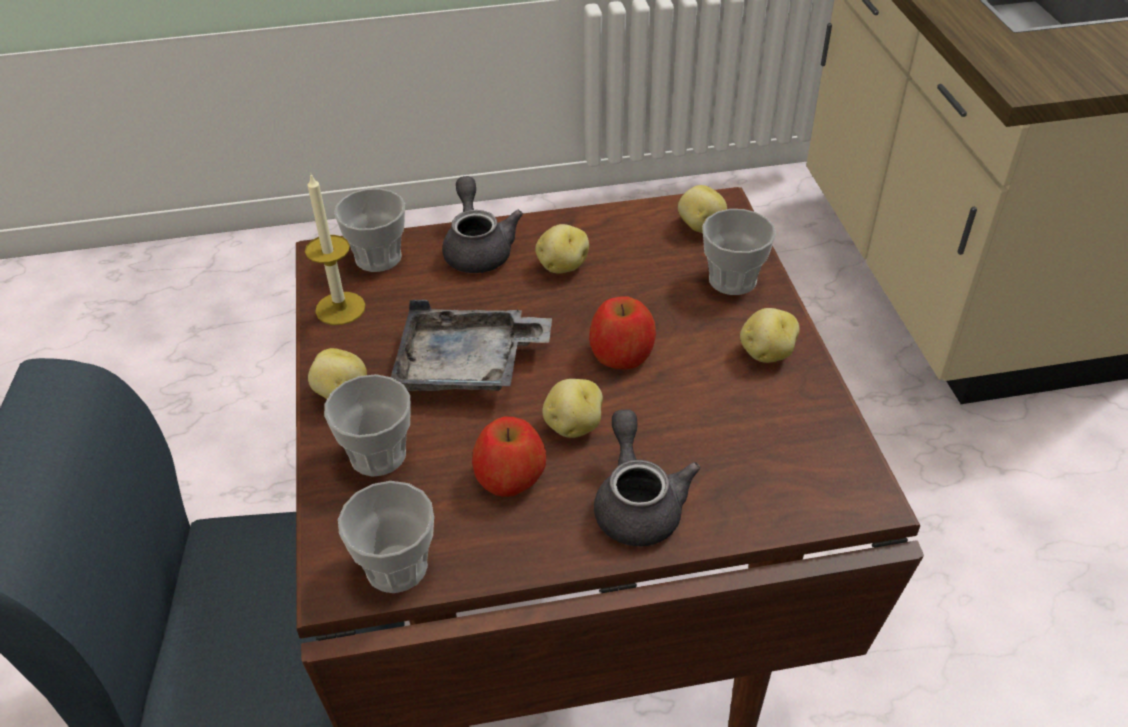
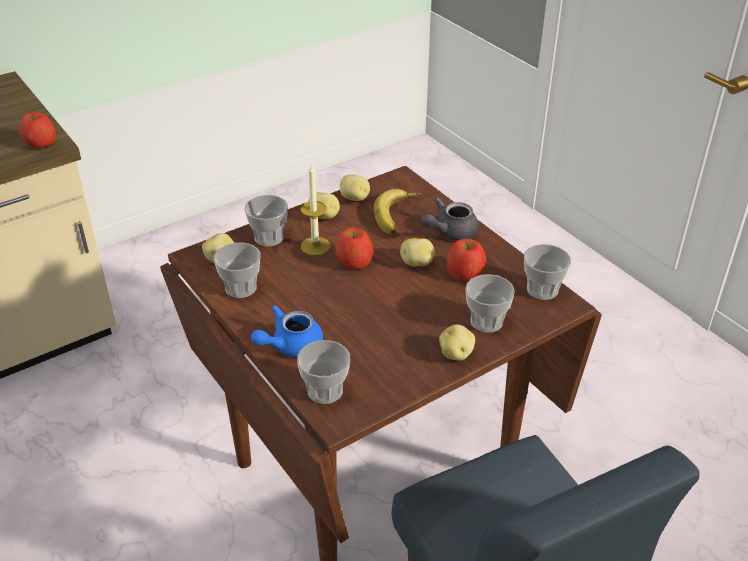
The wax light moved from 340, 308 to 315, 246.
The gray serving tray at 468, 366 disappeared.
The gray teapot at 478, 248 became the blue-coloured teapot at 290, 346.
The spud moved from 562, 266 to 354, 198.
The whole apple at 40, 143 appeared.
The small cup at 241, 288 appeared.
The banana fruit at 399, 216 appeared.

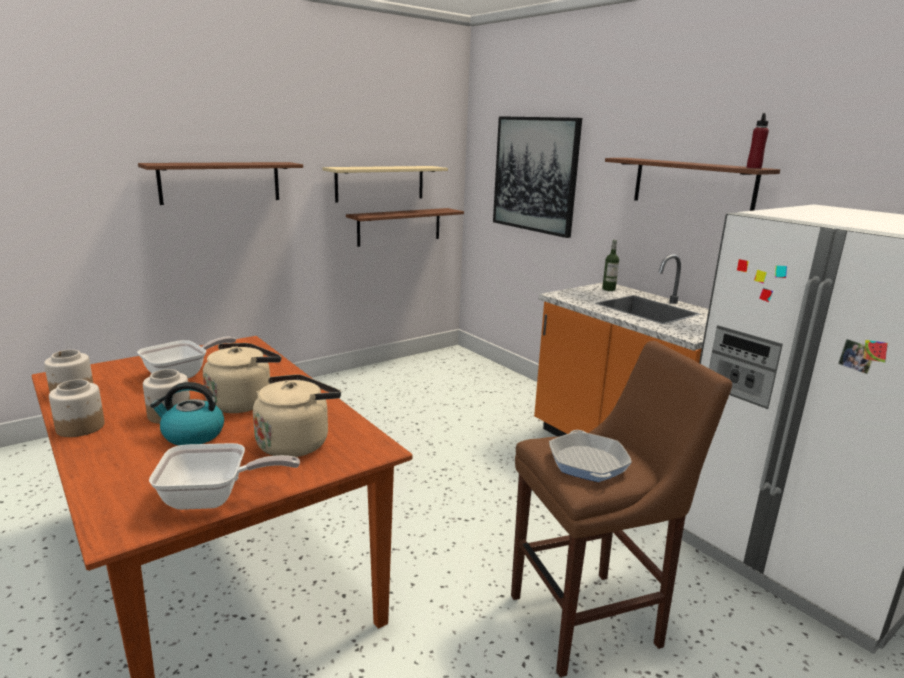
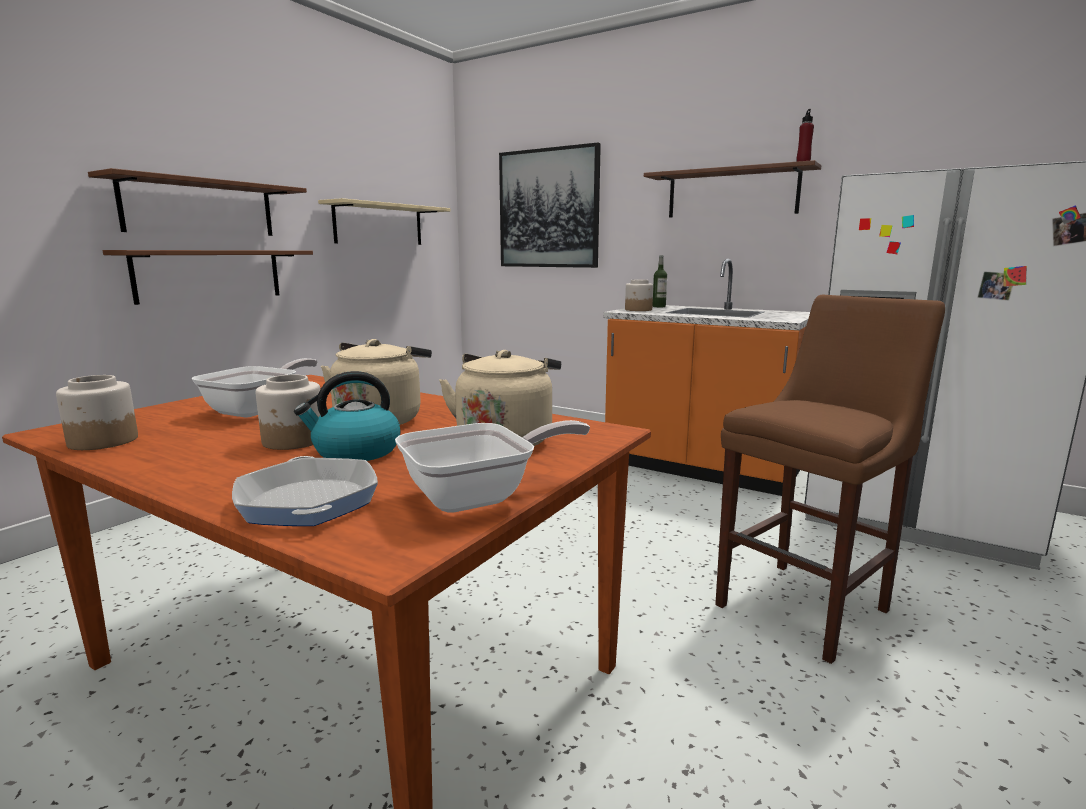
The storage jar moved from 80, 427 to 638, 310.
The brown-coloured shelf moved from 399, 226 to 210, 275.
The skillet moved from 587, 462 to 308, 501.

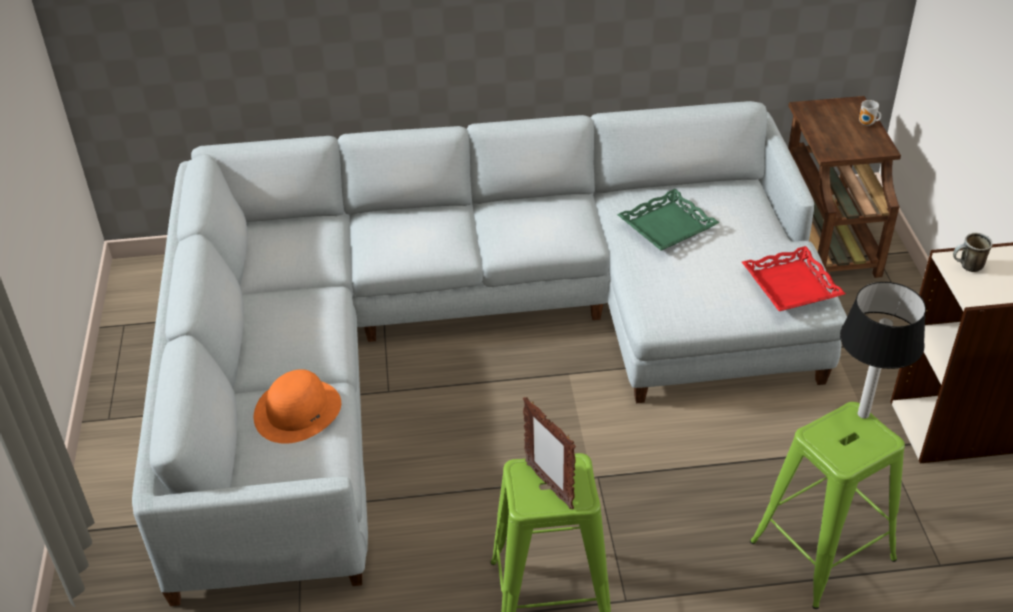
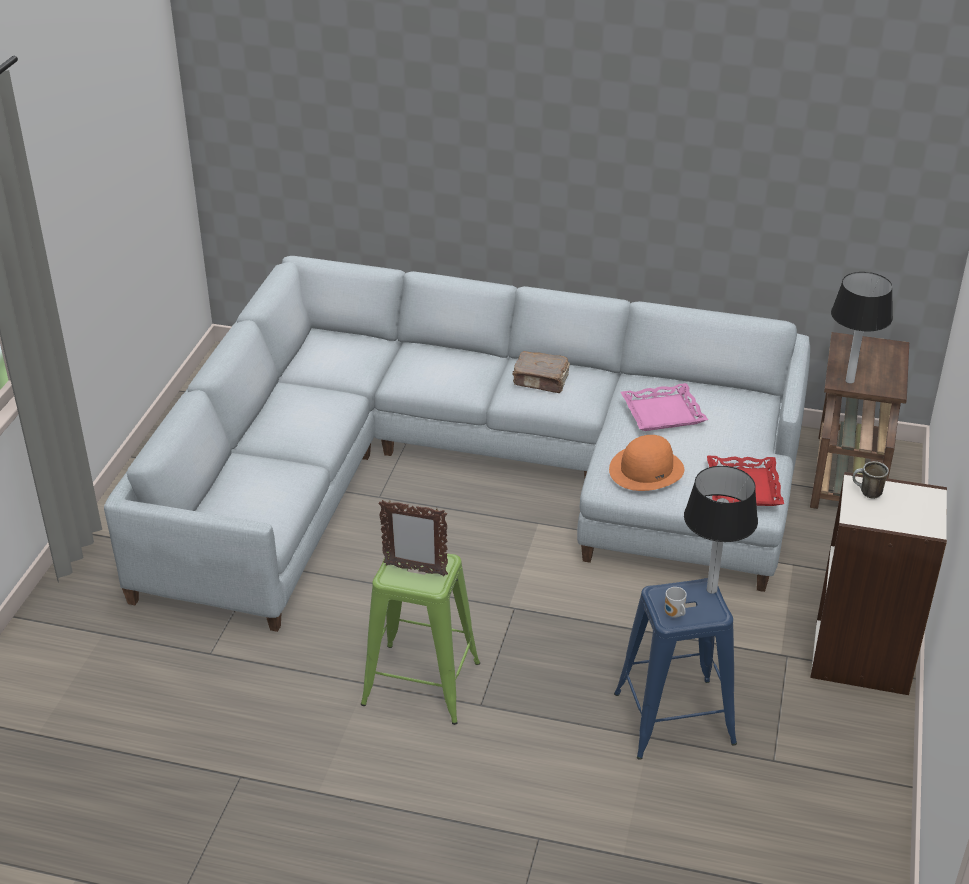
The orange-coloured wearable hat moved from 298, 410 to 646, 469.
The picture frame at 549, 485 turned 60 degrees counterclockwise.
The greenish serving tray at 666, 226 became the pink-coloured serving tray at 662, 412.
The greenish stool seat at 823, 550 became the blue-coloured stool seat at 675, 718.
The coffee mug moved from 867, 124 to 674, 615.
The brown-coloured book at 541, 381 appeared.
The table lamp at 849, 381 appeared.

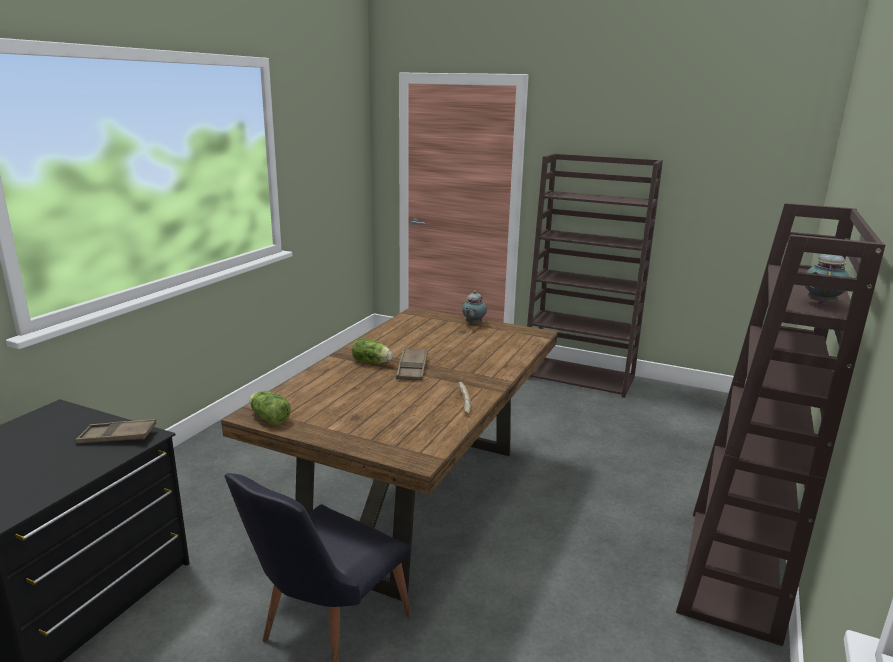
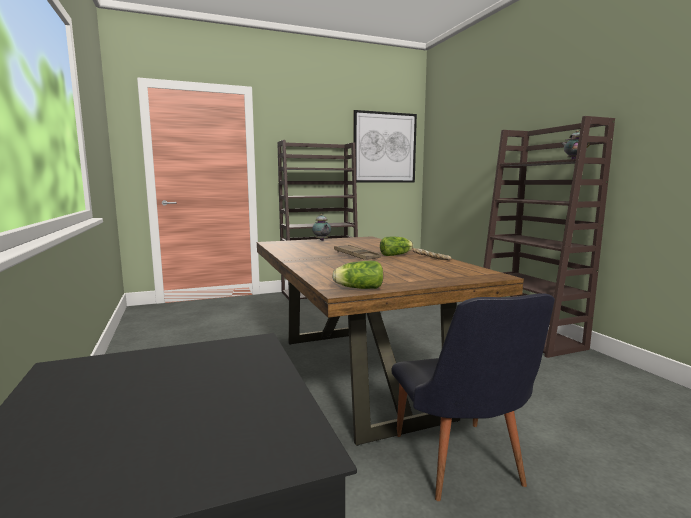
The brown-coloured serving tray at 117, 437 disappeared.
The lettuce moved from 373, 362 to 397, 255.
The wall art at 384, 147 appeared.

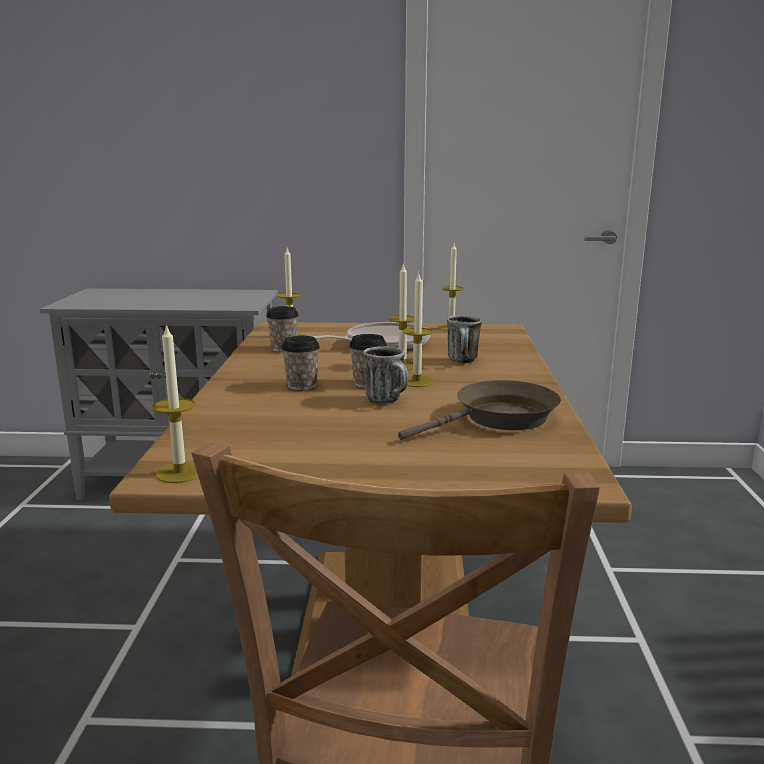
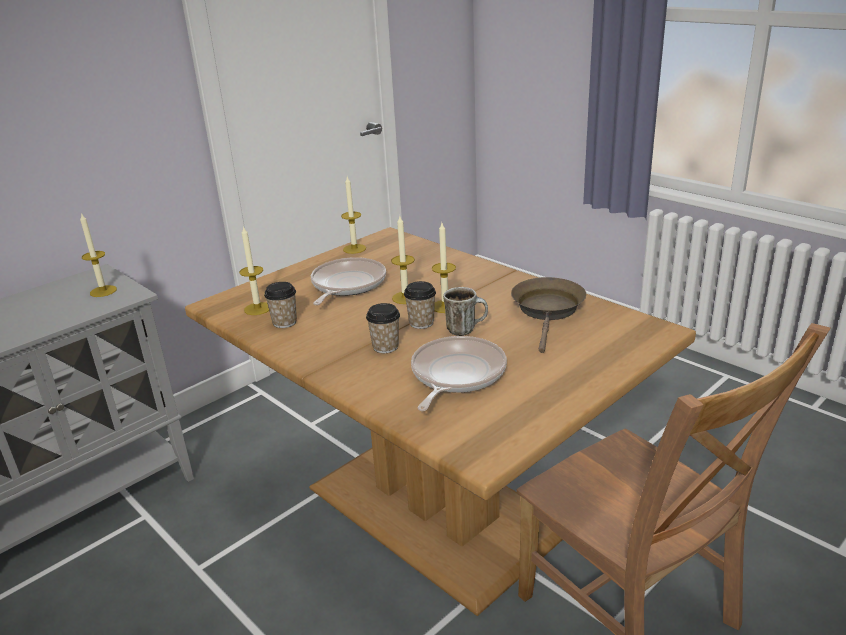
The wax light moved from 180, 472 to 103, 291.
The coffee mug at 464, 362 disappeared.
The skillet at 456, 375 appeared.

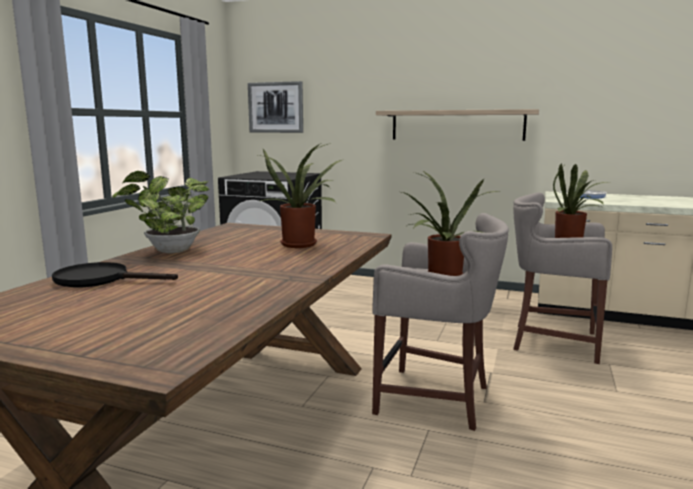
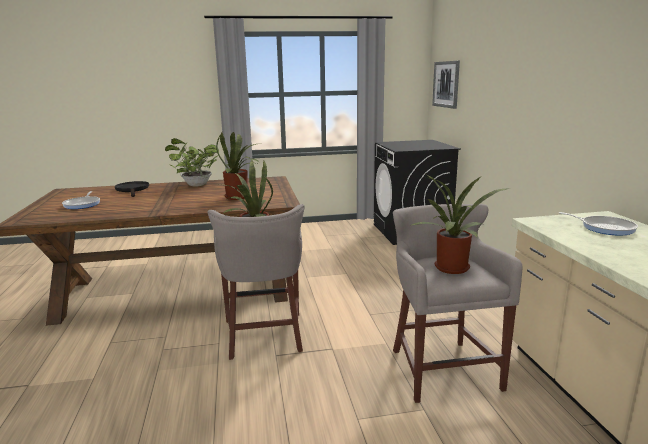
The shelf at 457, 125 disappeared.
The skillet at 83, 204 appeared.

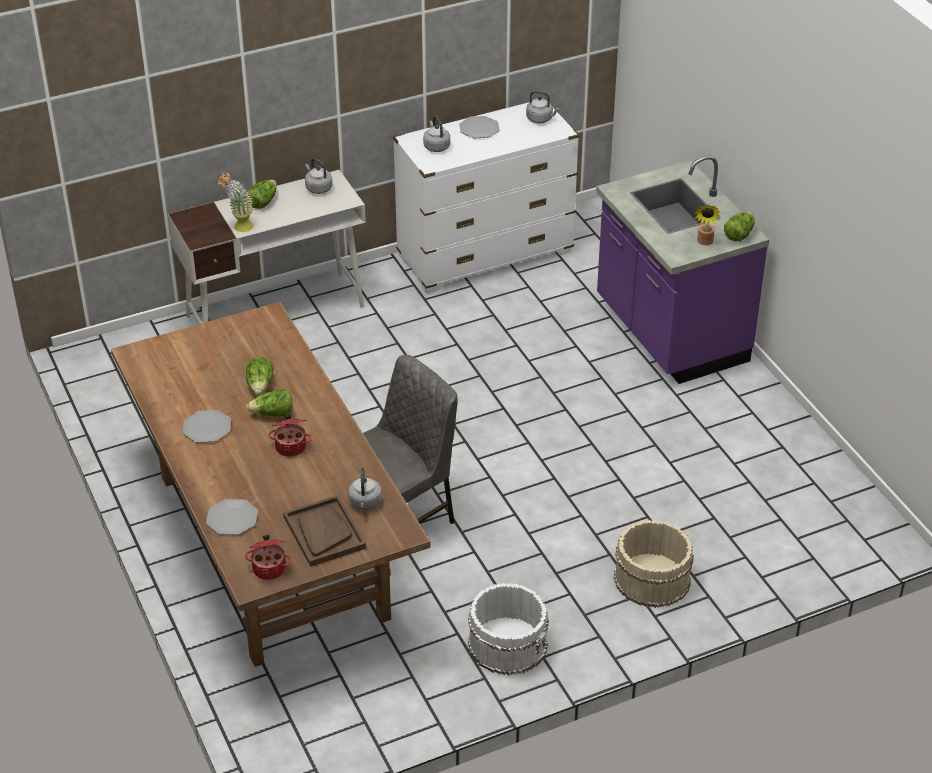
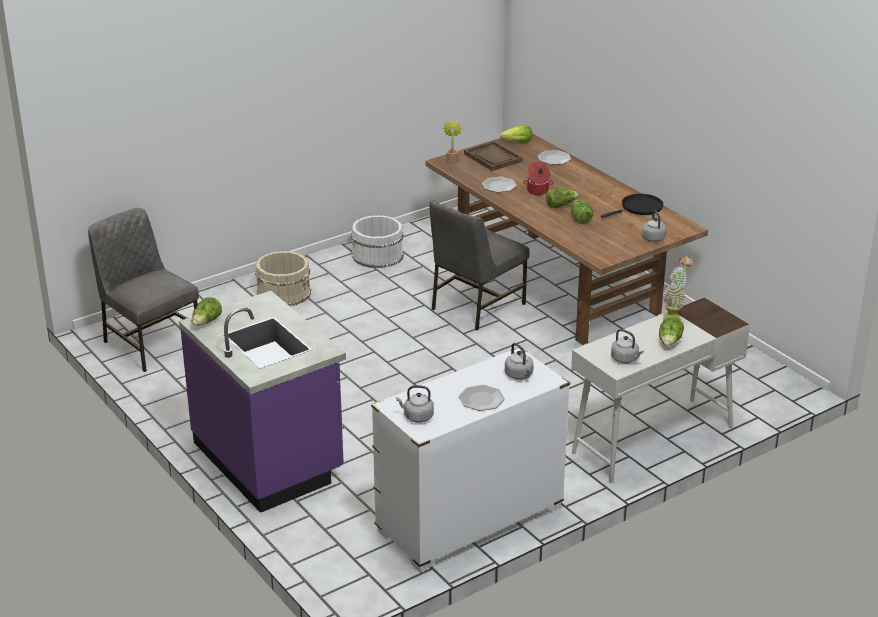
The plate moved from 207, 427 to 499, 186.
The stockpot at 269, 568 was replaced by the lettuce at 517, 142.
The gray tea kettle moved from 365, 504 to 653, 238.
The houseplant moved from 704, 242 to 452, 160.
The gray upright chair at 150, 343 appeared.
The black-coloured skillet at 639, 208 appeared.

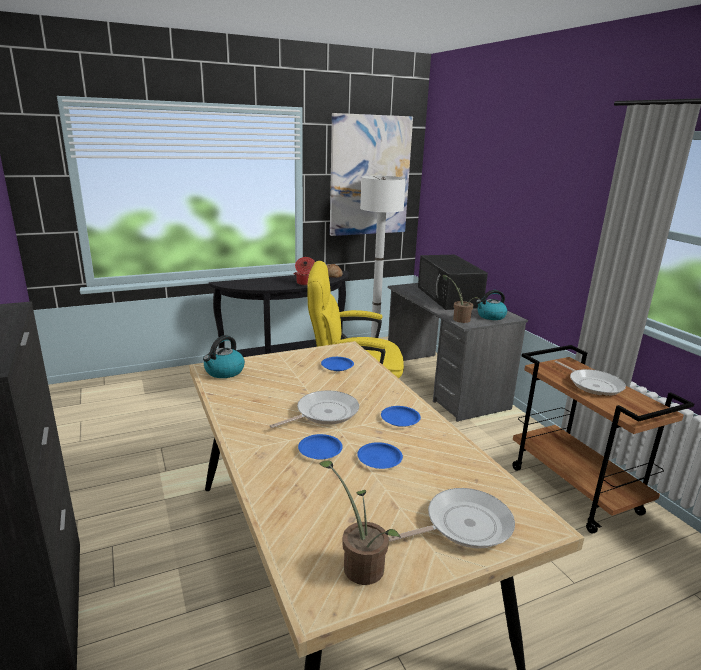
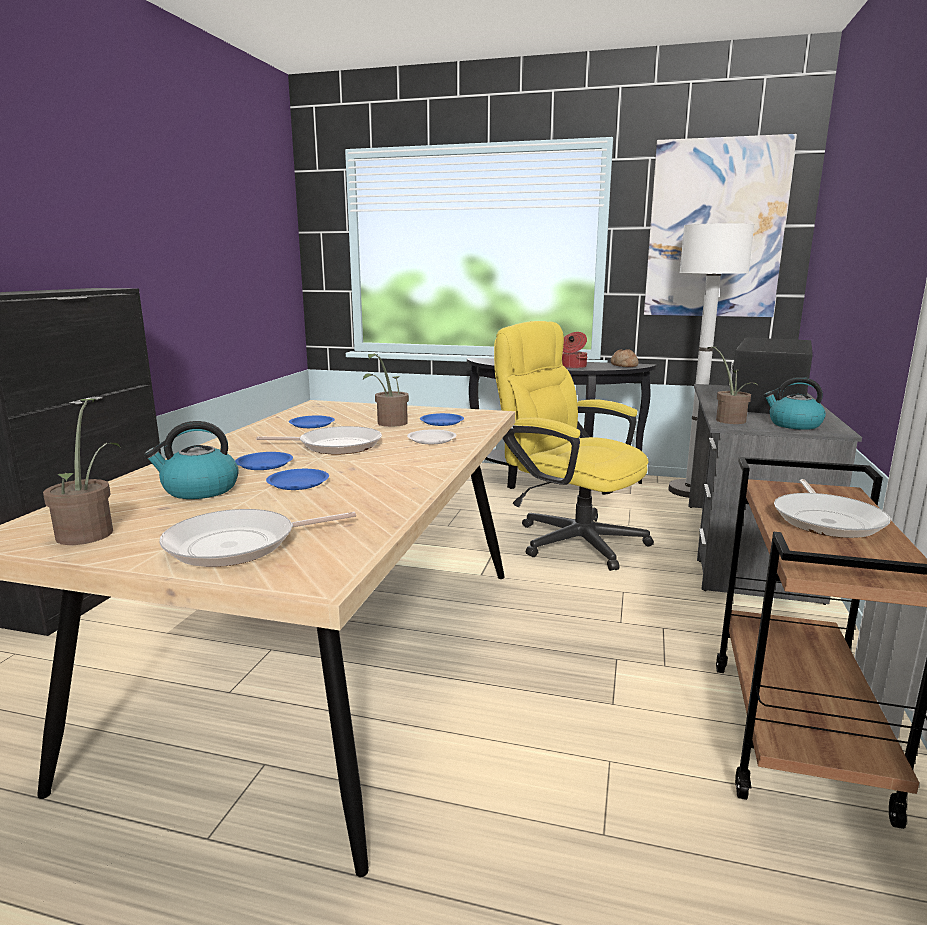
The tea kettle moved from 224, 372 to 199, 490.
The blue-coloured plate moved from 400, 418 to 312, 424.
The skillet at 463, 525 turned 135 degrees clockwise.
The houseplant at 389, 424 appeared.
The white plate at 431, 440 appeared.

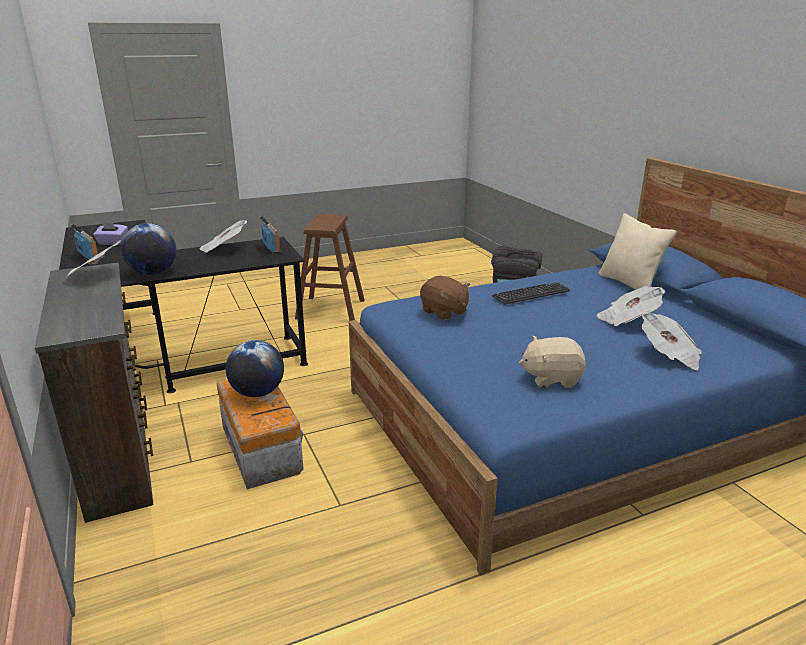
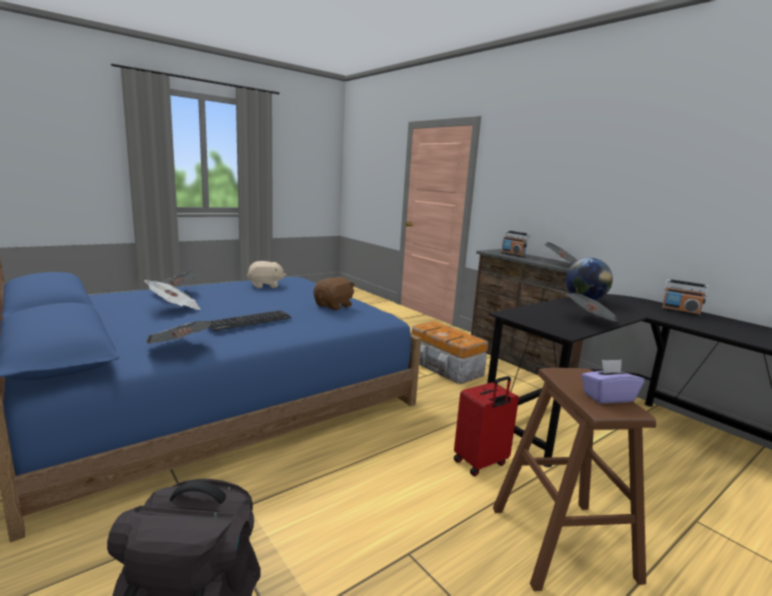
The purple tissue box moved from 112, 243 to 607, 397.
The desk globe at 258, 393 disappeared.
The radio moved from 272, 248 to 513, 254.
The brown-coloured cuddly toy at 444, 312 turned 90 degrees clockwise.
The beige throw pillow at 629, 284 disappeared.
The daily paper at 179, 348 appeared.
The red-coloured travel case at 481, 463 appeared.

